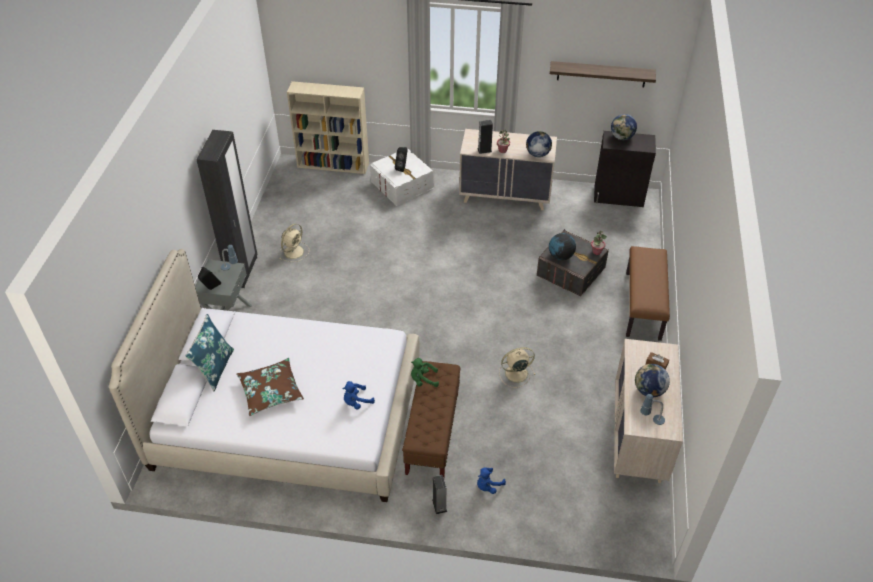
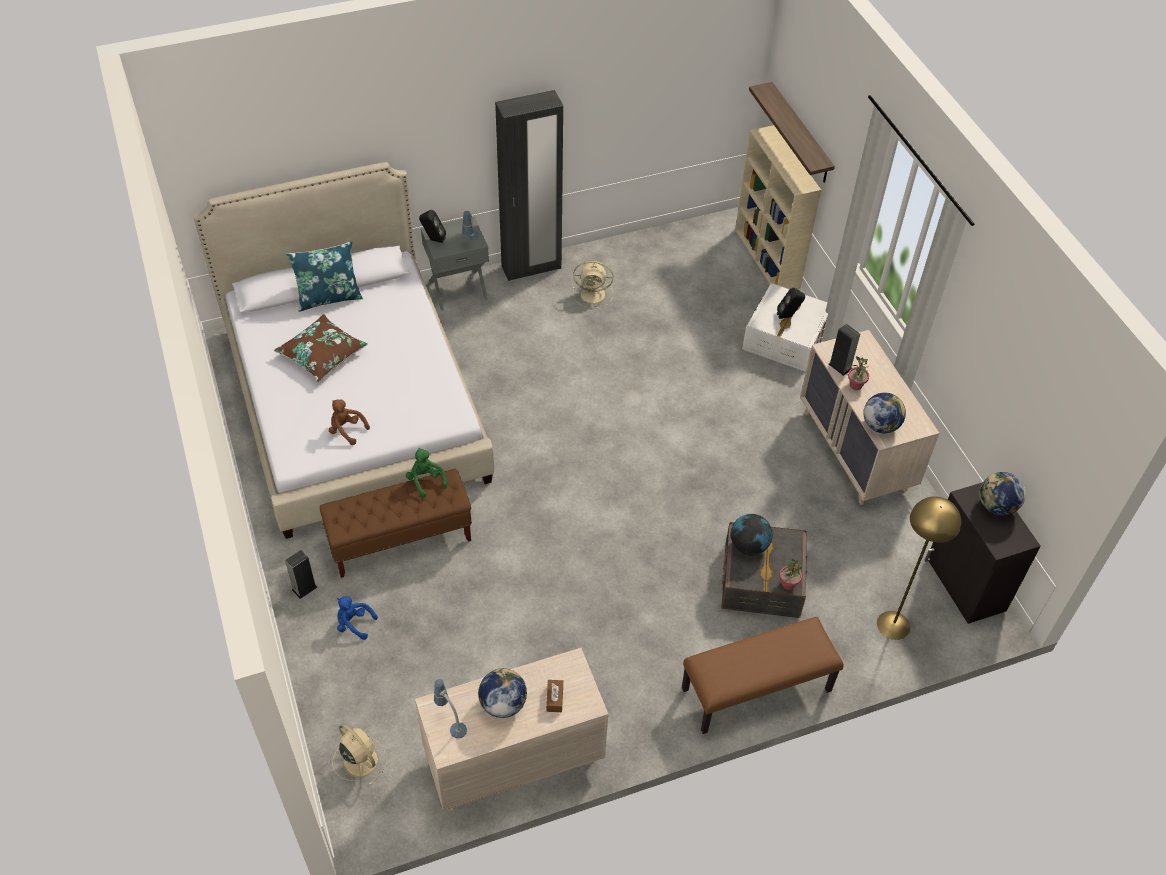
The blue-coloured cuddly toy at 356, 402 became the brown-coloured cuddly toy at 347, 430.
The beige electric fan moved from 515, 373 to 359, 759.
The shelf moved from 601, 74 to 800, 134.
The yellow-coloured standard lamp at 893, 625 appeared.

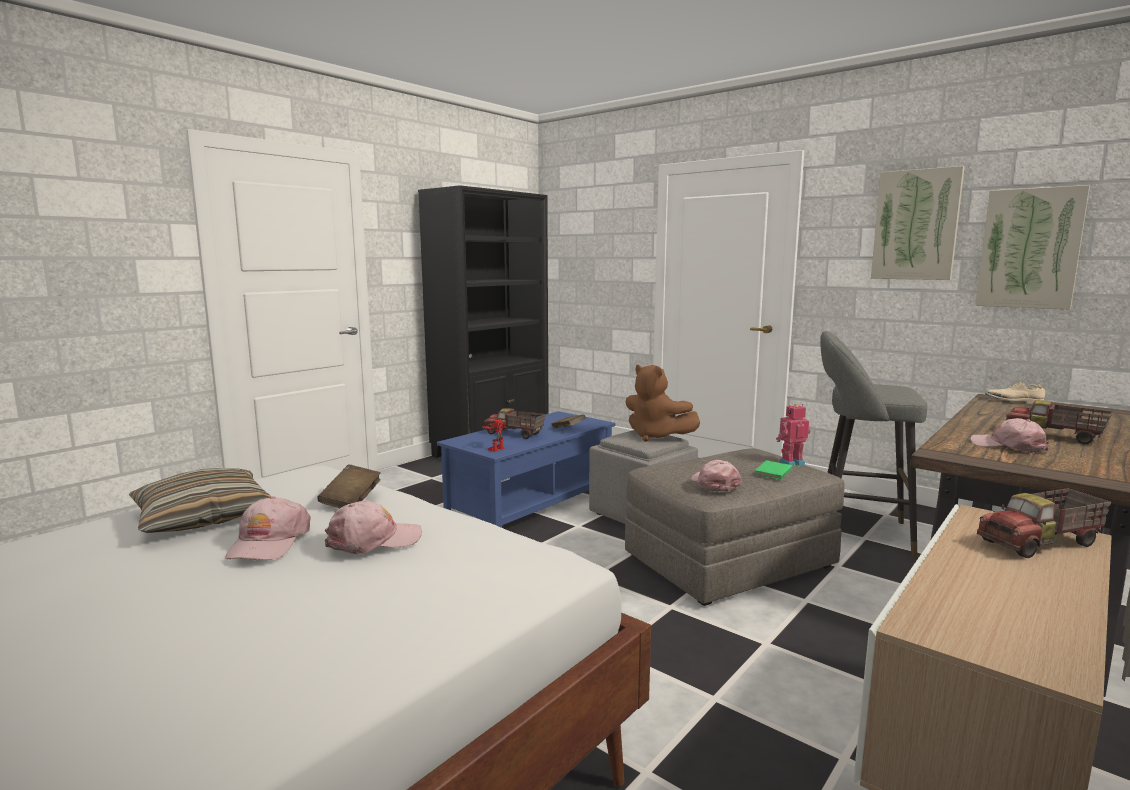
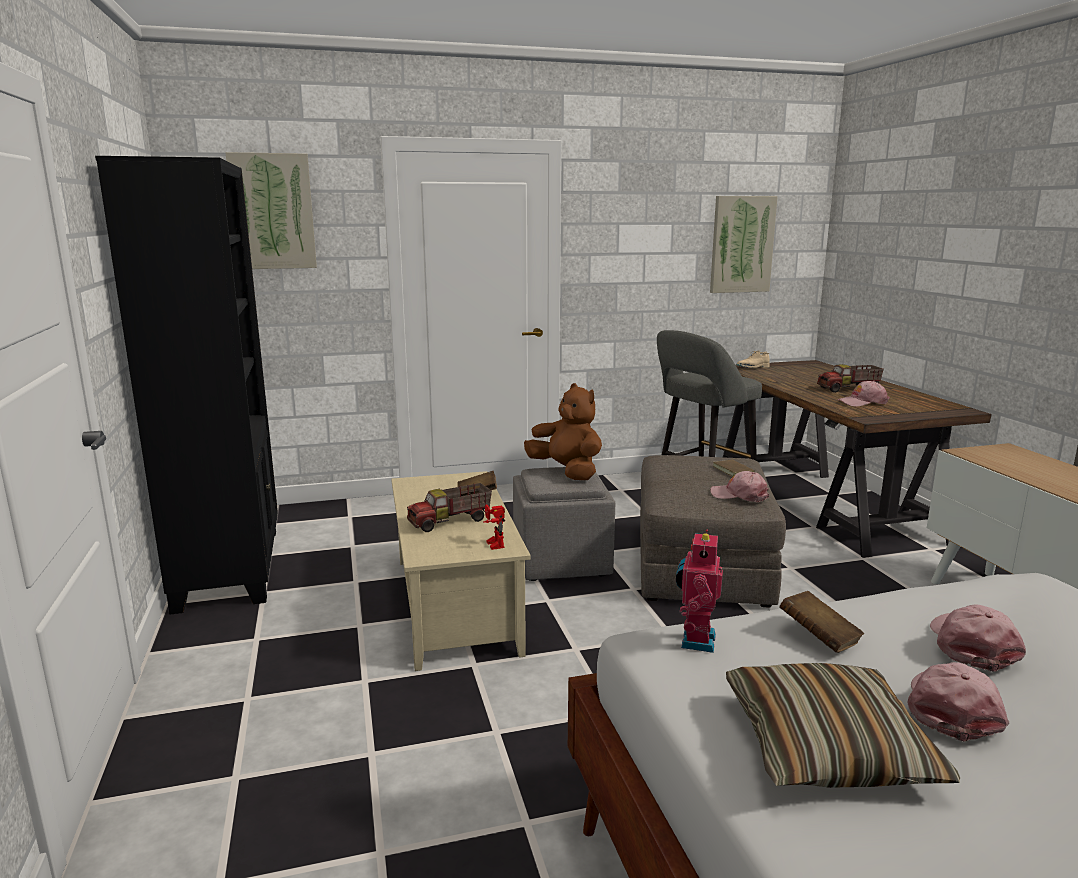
The pink-coloured baseball cap at 268, 542 turned 105 degrees counterclockwise.
The blue-coloured coffee table at 532, 505 became the beige coffee table at 457, 604.
The brown-coloured cuddly toy at 656, 437 turned 120 degrees counterclockwise.
The greenish book at 774, 473 became the brown-coloured book at 734, 470.
The model robot moved from 791, 462 to 695, 640.
The wall art moved from 916, 225 to 273, 211.
The toy truck at 1041, 543 disappeared.

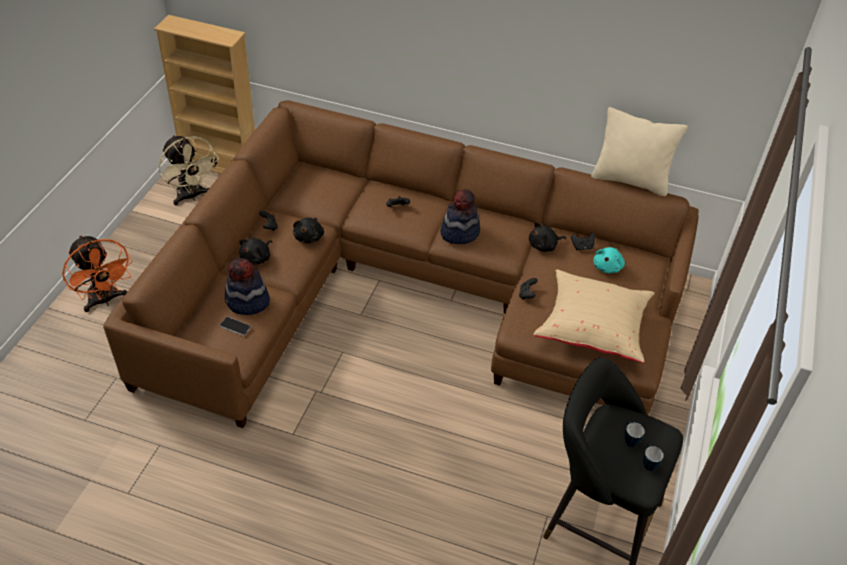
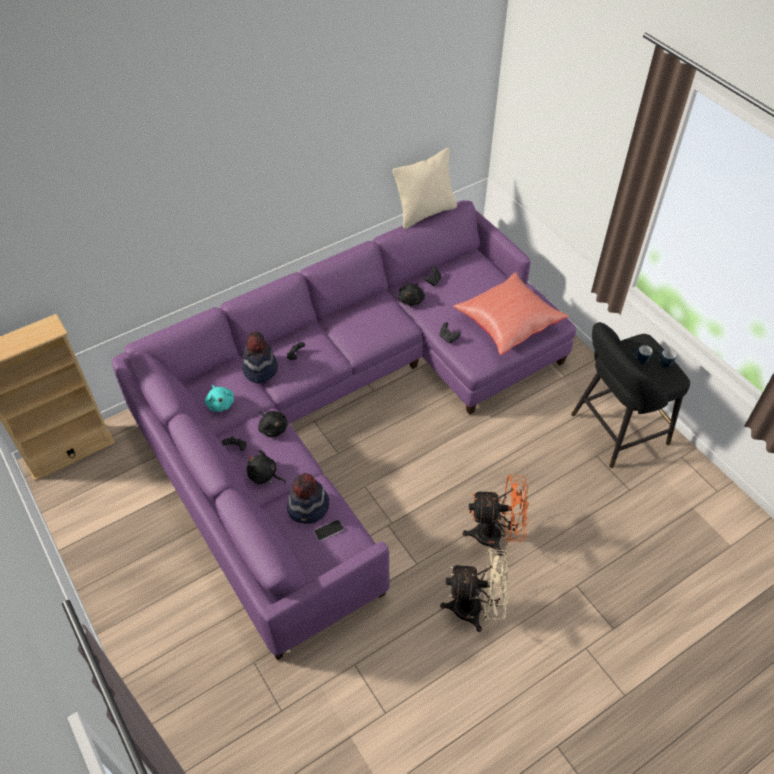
The orange-coloured electric fan moved from 105, 300 to 496, 535.
The brown-coloured settee at 411, 292 became the purple settee at 344, 409.
The beige electric fan moved from 191, 196 to 476, 609.
The black-coloured cuddly toy at 257, 258 turned 135 degrees clockwise.
The wearable hat moved from 459, 232 to 260, 369.
The beige throw pillow at 592, 328 became the red-coloured throw pillow at 507, 324.
The blue-green cuddly toy moved from 607, 266 to 220, 403.

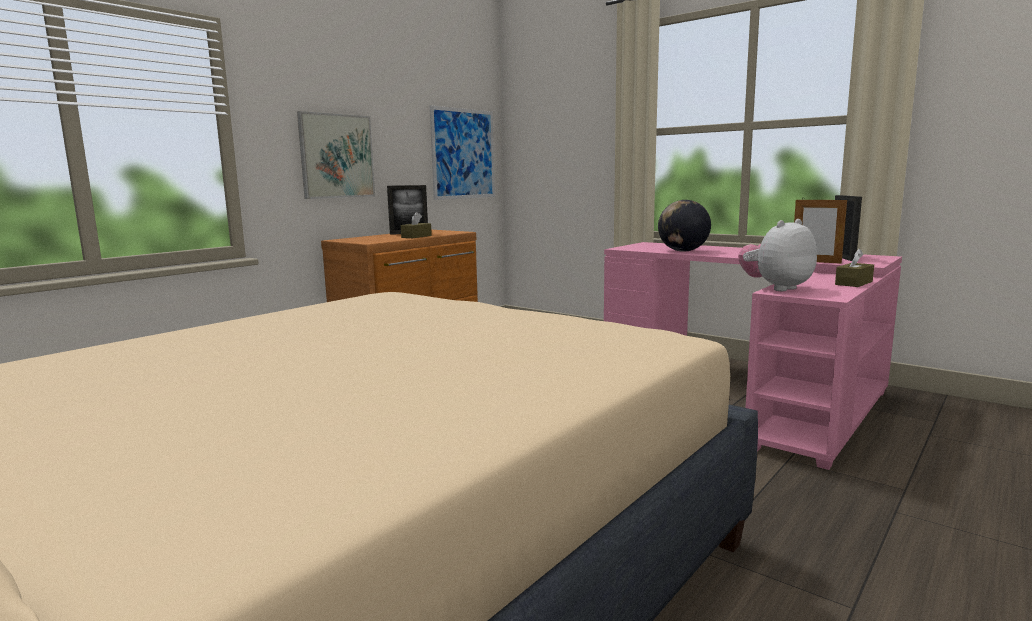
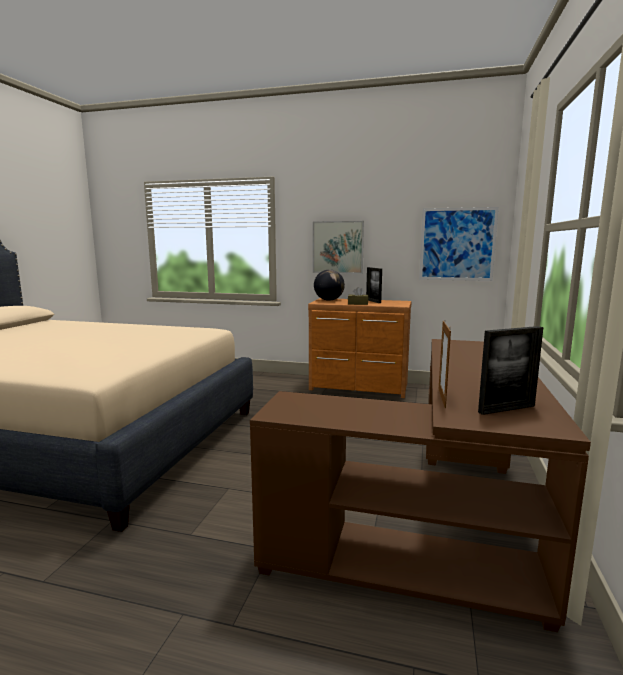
The pink-coloured desk unit at 751, 391 became the brown-coloured desk unit at 442, 520.
The desk globe moved from 683, 251 to 329, 300.
The cuddly toy at 776, 288 disappeared.
The brown-coloured tissue box at 853, 283 disappeared.

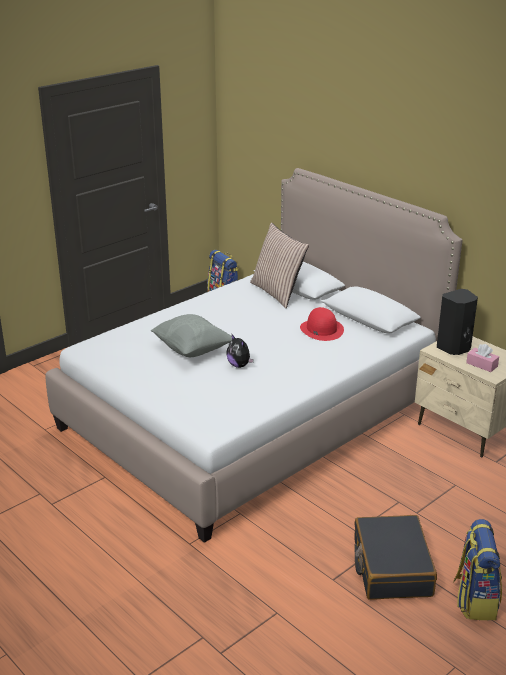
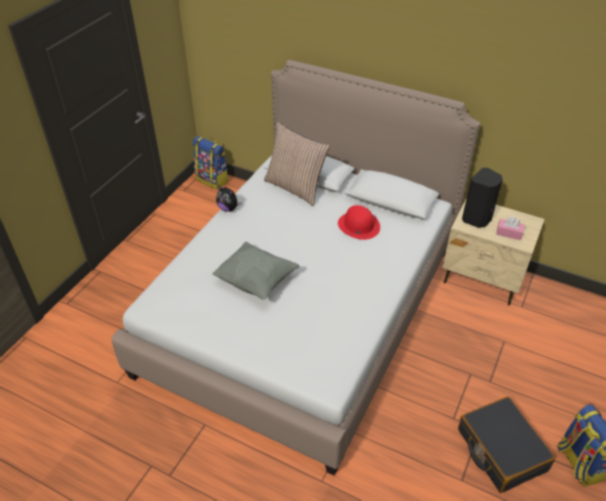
The cuddly toy moved from 239, 365 to 228, 208.

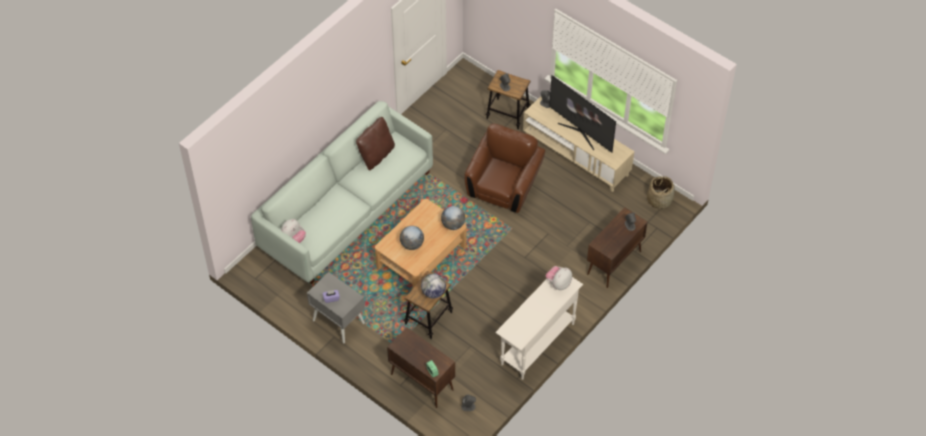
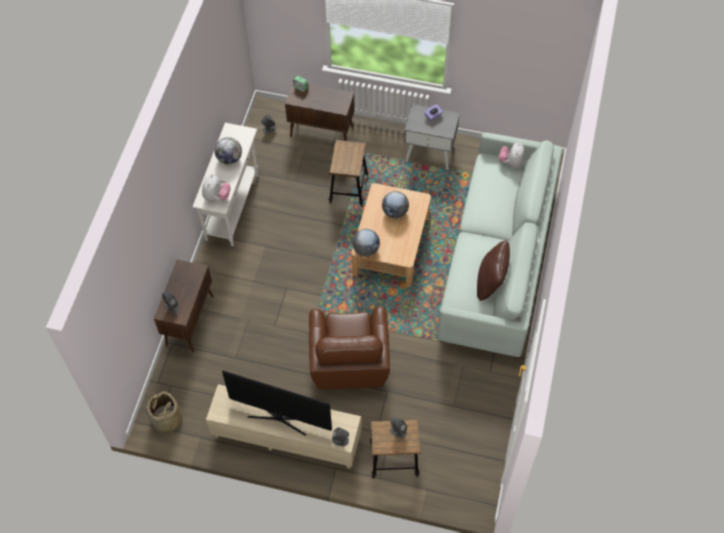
The desk globe moved from 433, 292 to 229, 158.

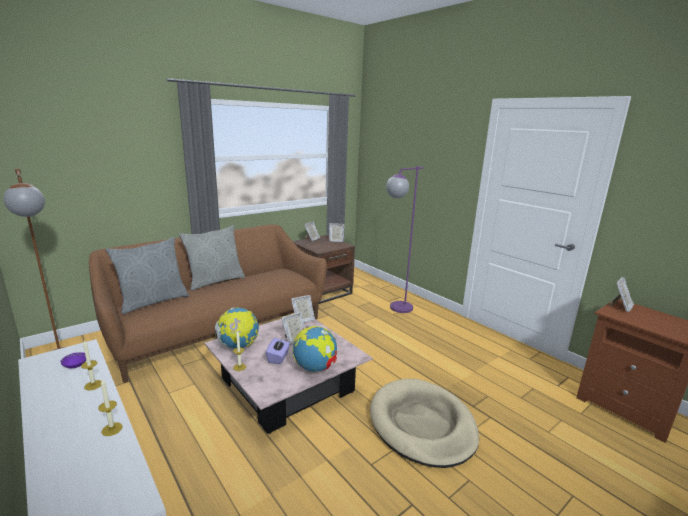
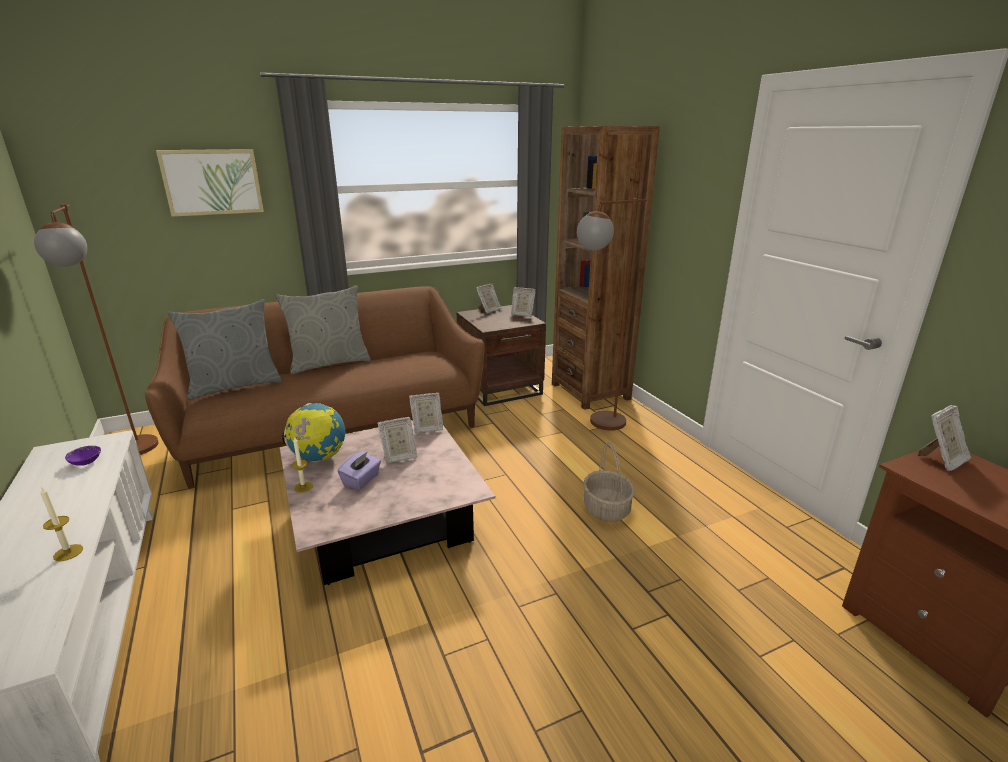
The wax light at 93, 385 disappeared.
The desk globe at 315, 368 disappeared.
The beige pet bed at 422, 424 disappeared.
The purple standard lamp at 396, 310 became the brown-coloured standard lamp at 597, 424.
The wall art at 212, 182 appeared.
The brown-coloured bookshelf at 590, 391 appeared.
The basket at 607, 509 appeared.

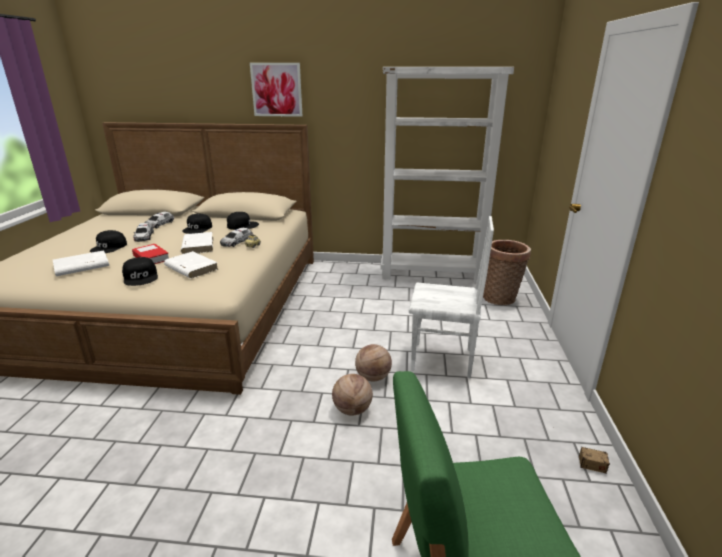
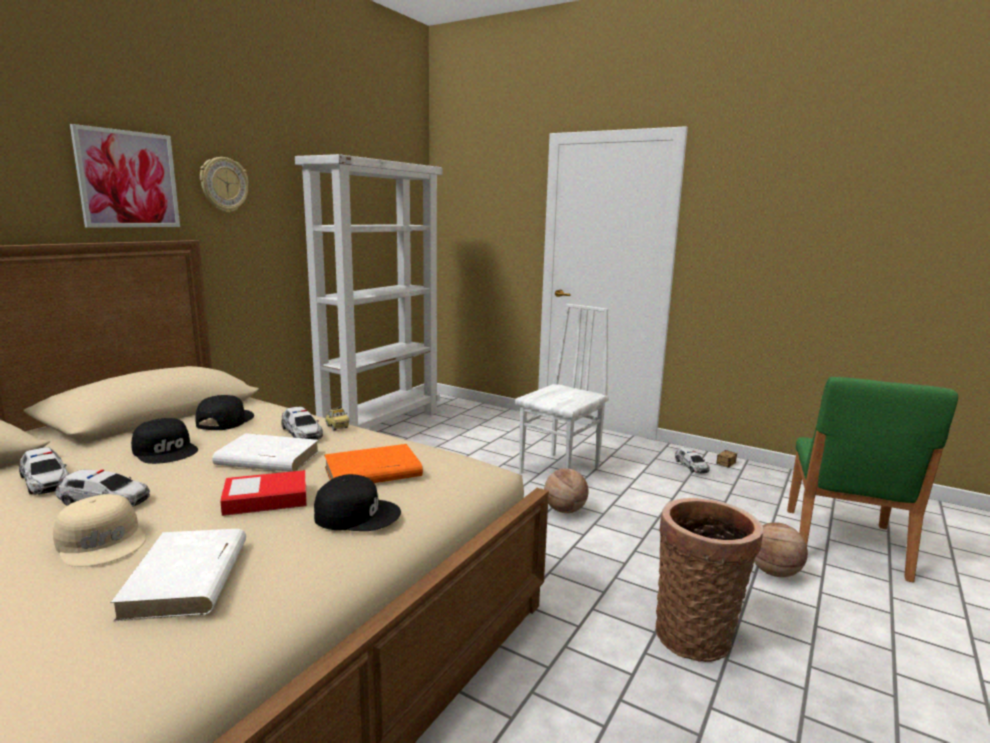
The black-coloured baseball cap at 109, 247 became the beige baseball cap at 103, 541.
The white book at 191, 267 became the orange-coloured book at 372, 472.
The basketball moved from 352, 410 to 774, 572.
The basket moved from 501, 298 to 696, 634.
The clock on the wall at 224, 185 appeared.
The model car at 691, 466 appeared.

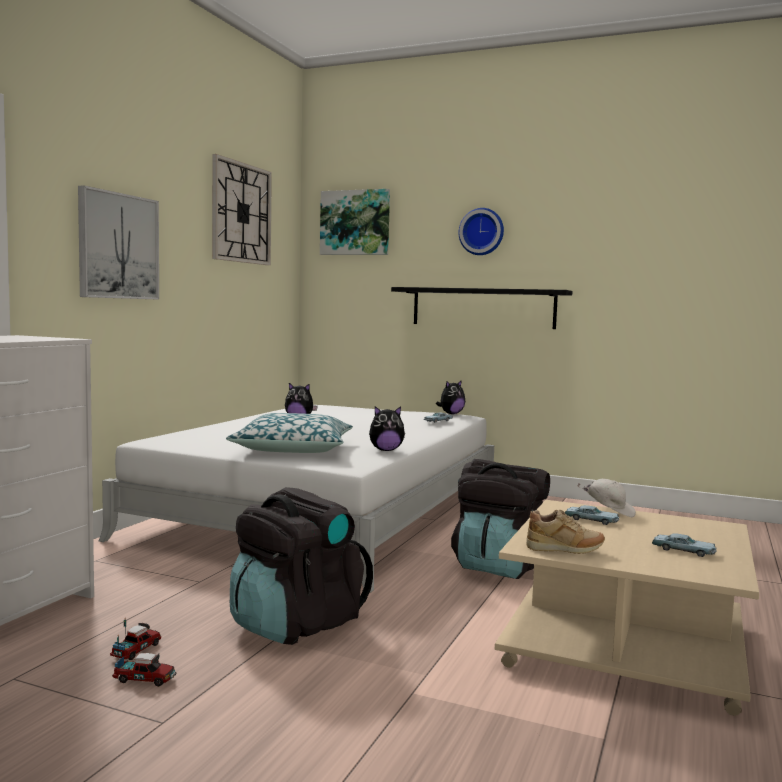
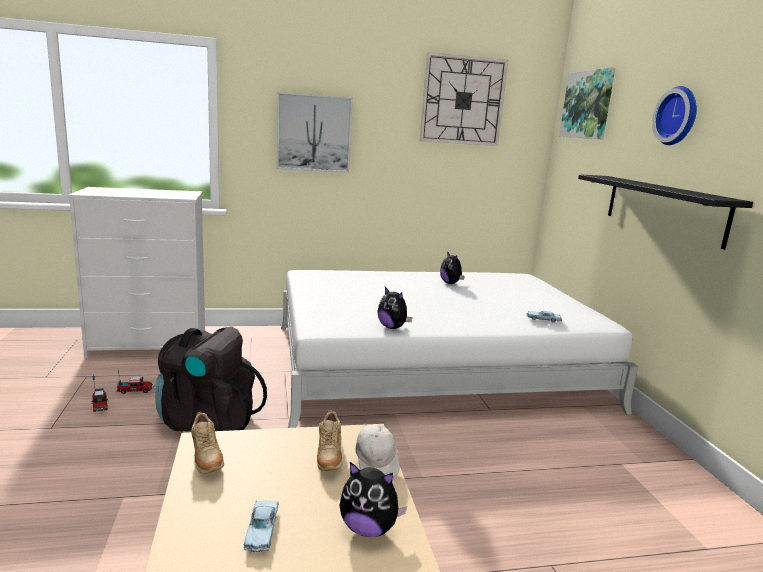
The throw pillow at 293, 449 disappeared.
The cuddly toy moved from 451, 414 to 368, 528.
The black-coloured knapsack at 498, 566 disappeared.
The blue-coloured model car at 591, 520 was replaced by the beige low shoe at 329, 458.

